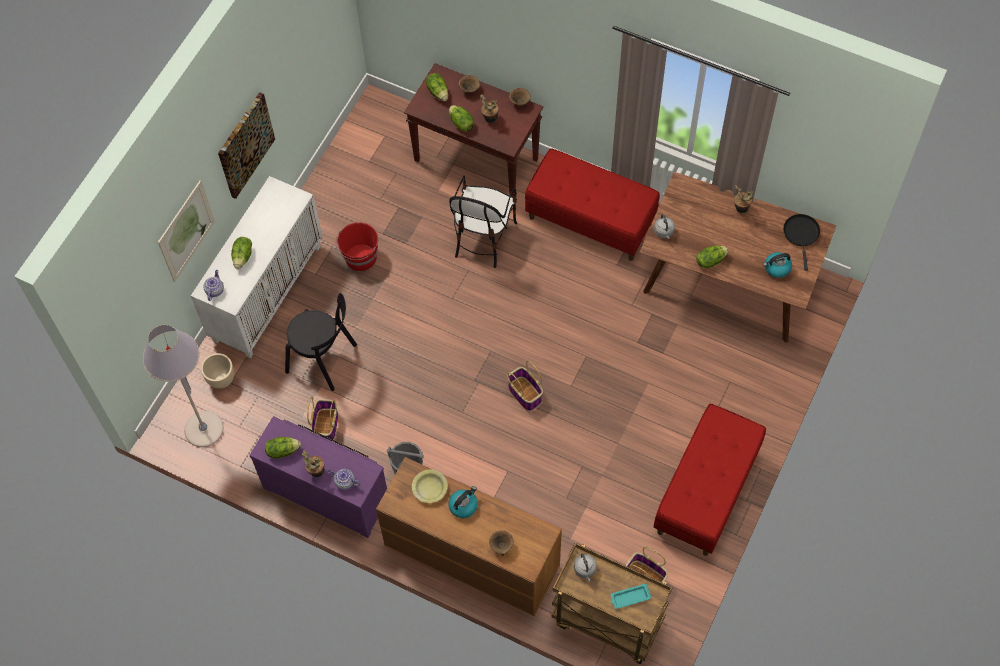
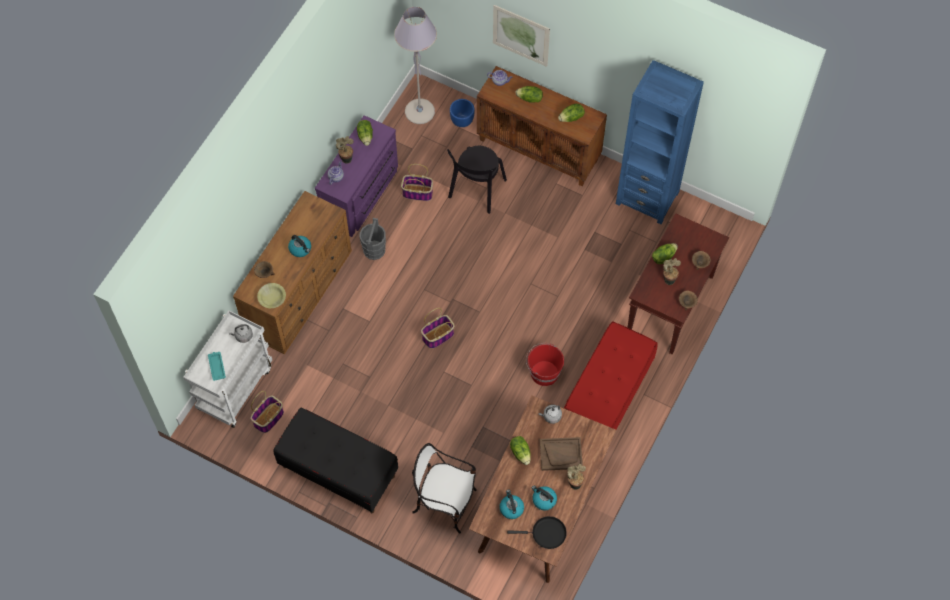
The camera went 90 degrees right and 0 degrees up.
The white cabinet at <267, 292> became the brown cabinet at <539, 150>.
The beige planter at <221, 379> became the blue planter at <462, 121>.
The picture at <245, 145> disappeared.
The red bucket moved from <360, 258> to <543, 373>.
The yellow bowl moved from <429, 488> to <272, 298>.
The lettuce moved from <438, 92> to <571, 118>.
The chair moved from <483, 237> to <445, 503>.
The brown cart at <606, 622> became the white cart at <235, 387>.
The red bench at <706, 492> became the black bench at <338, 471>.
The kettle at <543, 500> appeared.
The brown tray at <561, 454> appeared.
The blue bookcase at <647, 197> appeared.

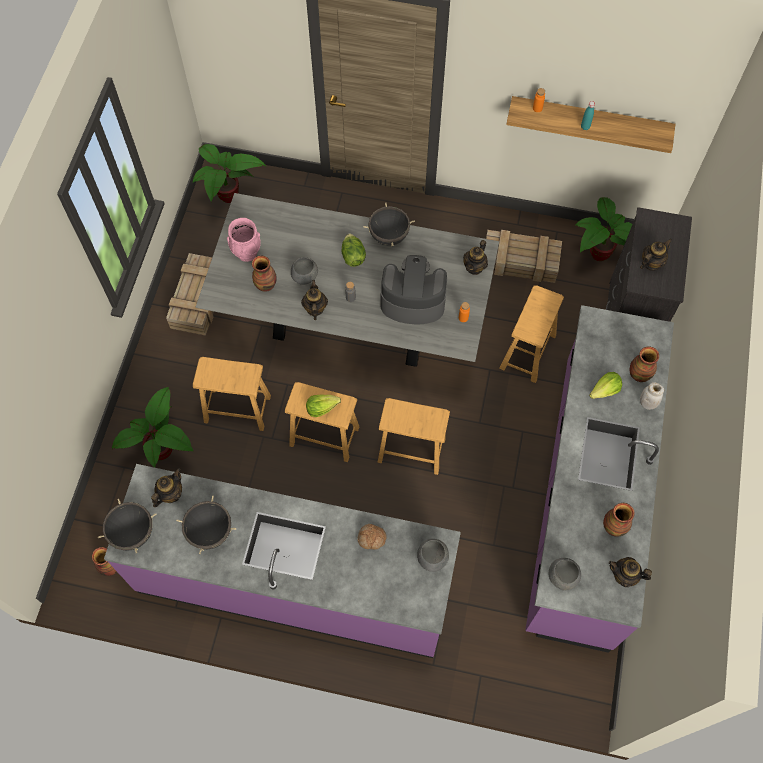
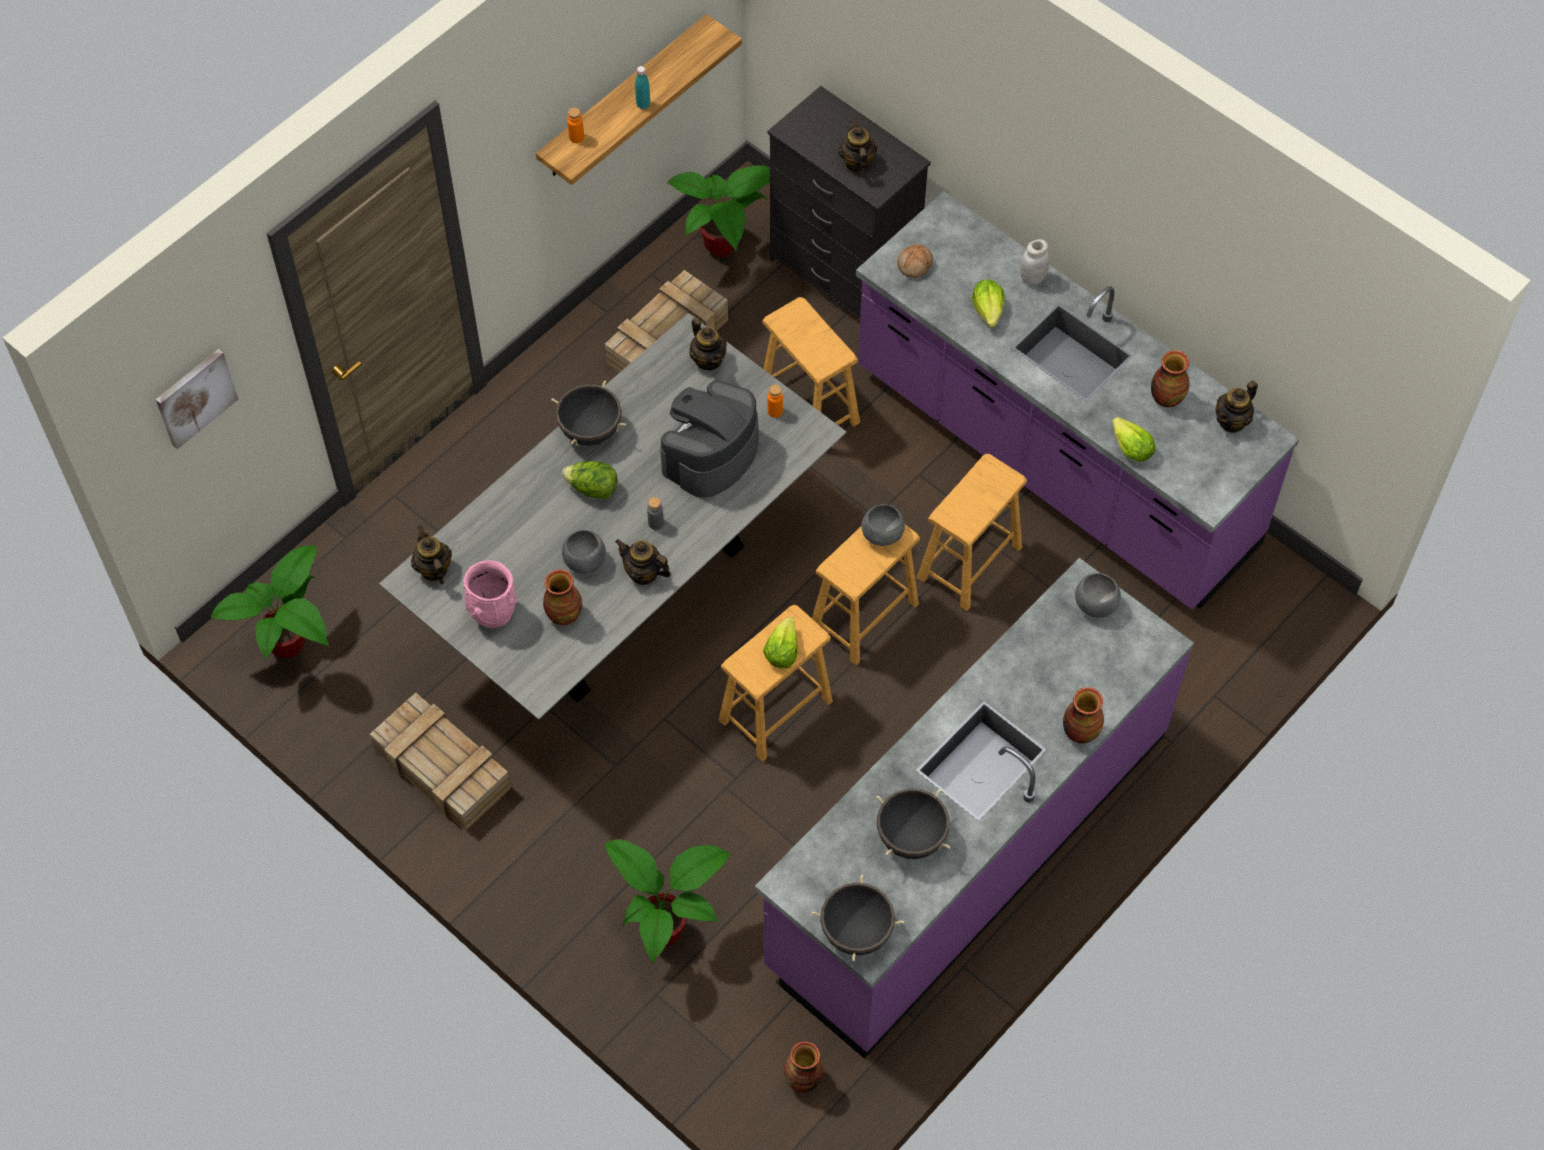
The camera went 60 degrees left and 5 degrees down.
The teapot moved from <170, 494> to <433, 569>.
The brown stool moved from <237, 409> to <970, 562>.
The bread moved from <371, 538> to <915, 265>.
The grey bowl moved from <562, 577> to <882, 535>.
The vase moved from <639, 374> to <1080, 731>.
The picture at <195, 397> appeared.
The lettuce at <1130, 448> appeared.

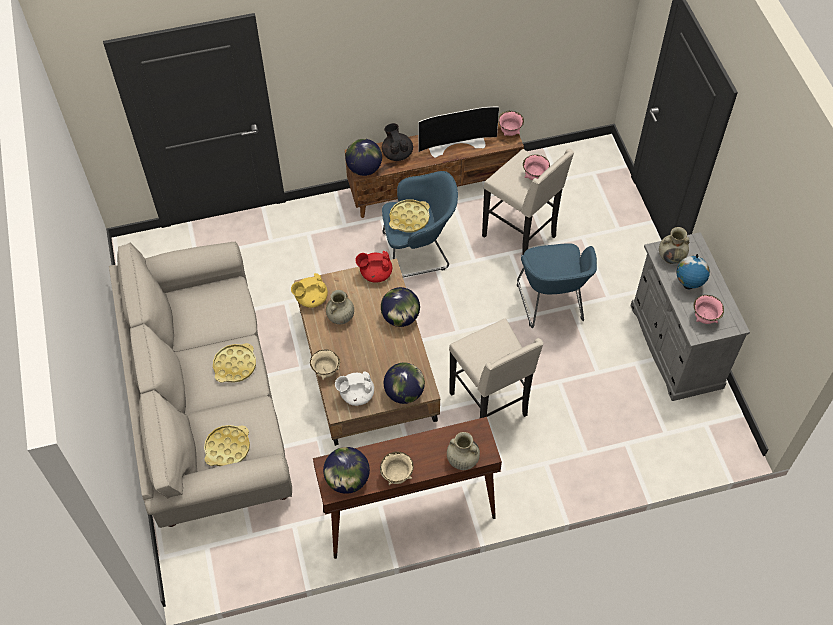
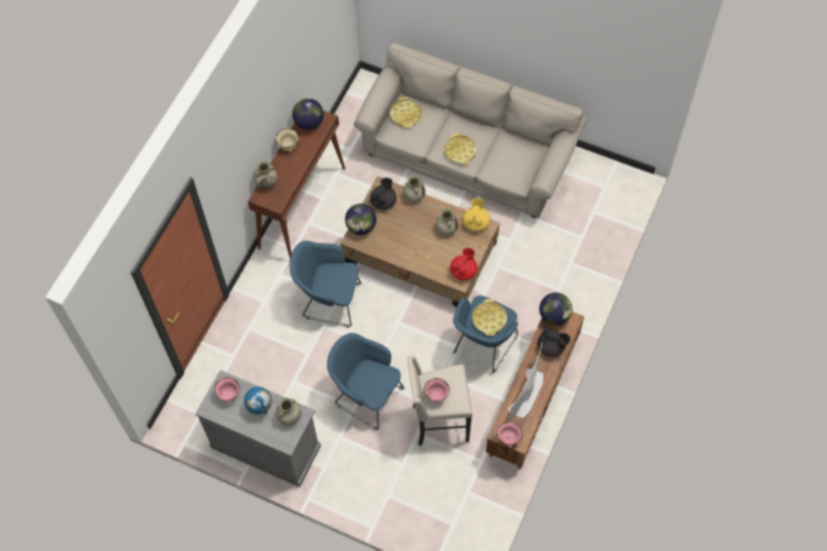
The camera went 130 degrees right and 5 degrees up.
The beige bowl at <326, 372> was replaced by the beige vase at <414, 196>.
The white teapot at <356, 394> became the black teapot at <383, 201>.
The globe at <400, 317> disappeared.
The beige stool at <490, 405> was replaced by the blue armchair at <329, 301>.

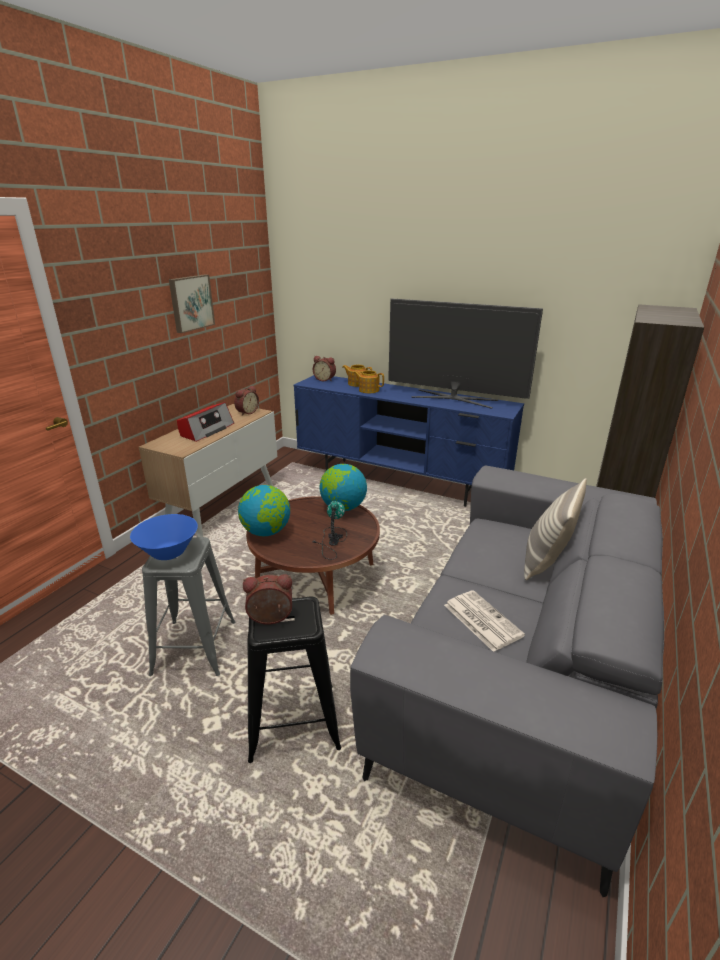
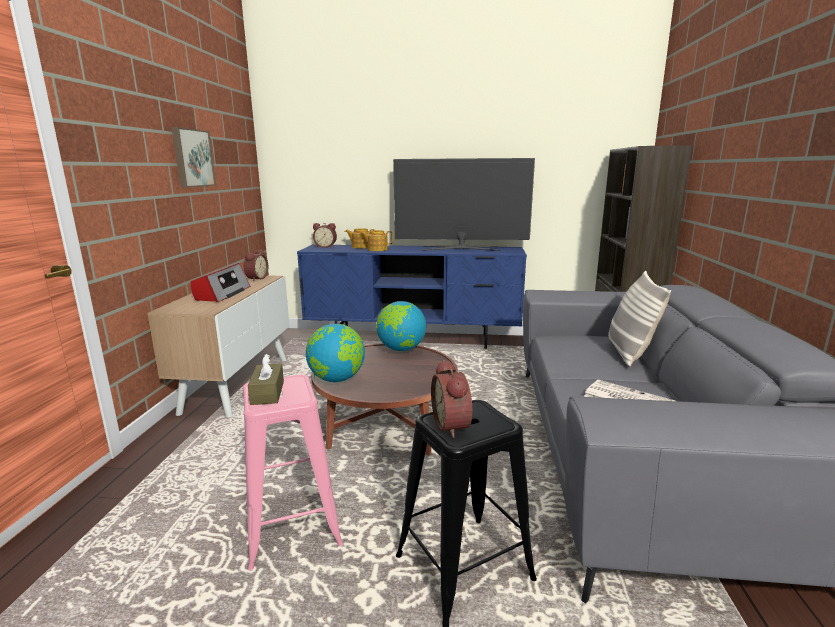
The camera went 20 degrees left and 10 degrees down.
The blue bowl at <168, 552> was replaced by the brown tissue box at <267, 393>.
The grey stool at <194, 648> became the pink stool at <292, 525>.
The alarm clock at <270, 619> turned 75 degrees counterclockwise.
The table lamp at <331, 541> disappeared.

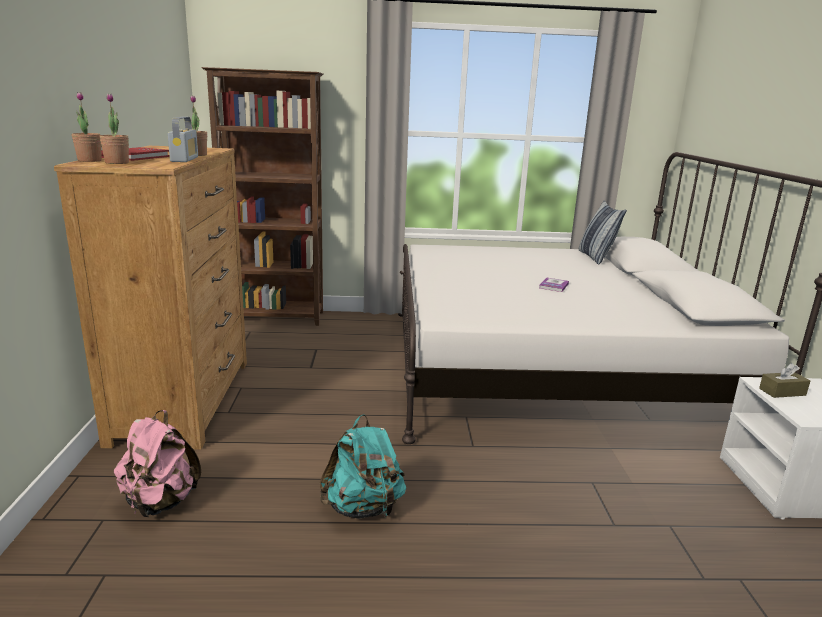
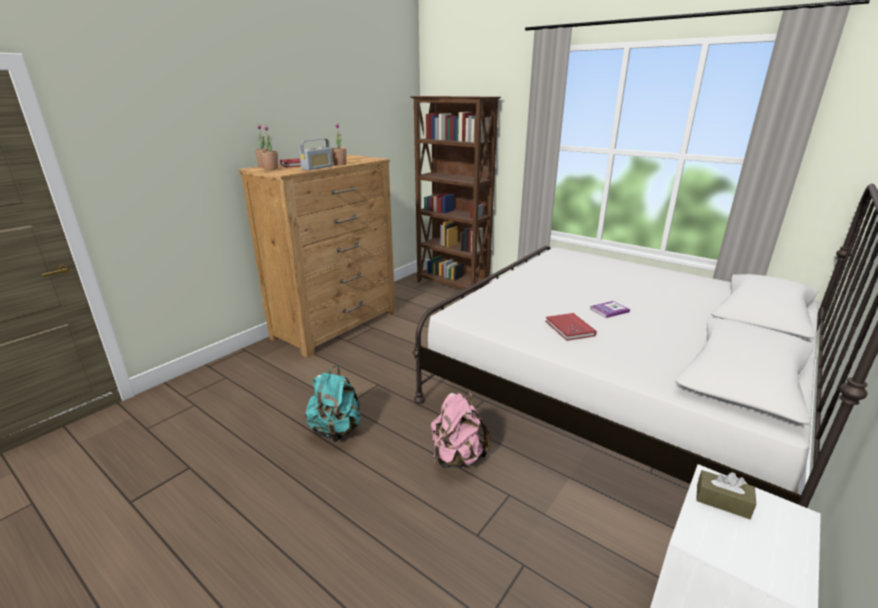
The camera went 40 degrees right and 5 degrees up.
The pink backpack moved from <160, 502> to <457, 457>.
The pillow at <596, 257> disappeared.
The red book at <569, 328> appeared.

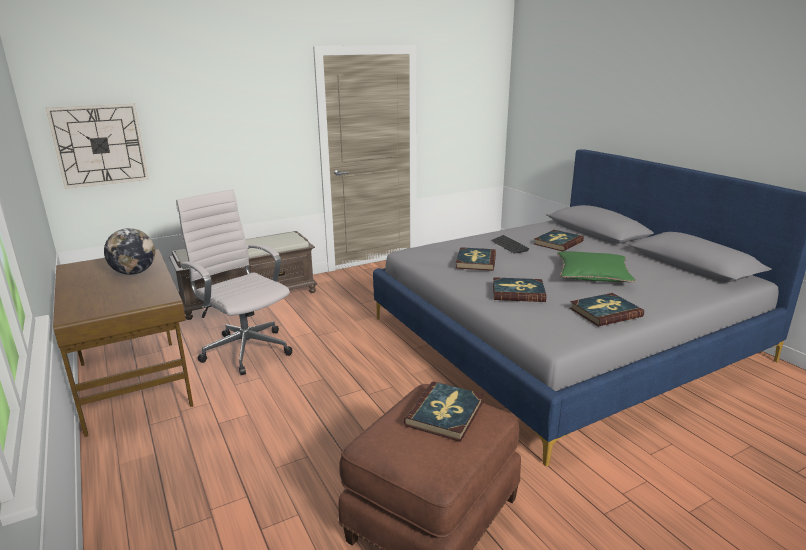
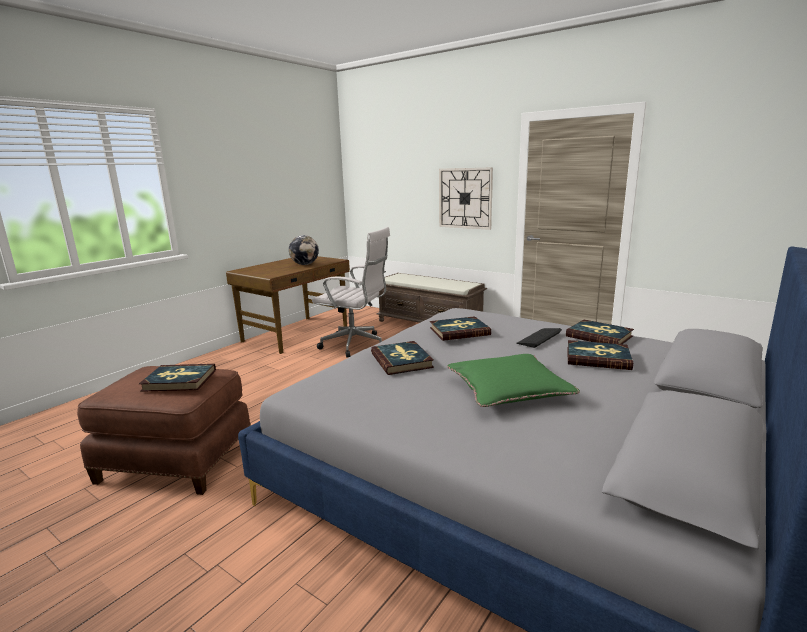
The camera went 65 degrees right and 5 degrees down.
The wall clock moved from <99, 145> to <465, 198>.
The white office chair at <245, 349> turned 90 degrees clockwise.
The book moved from <605, 312> to <599, 336>.

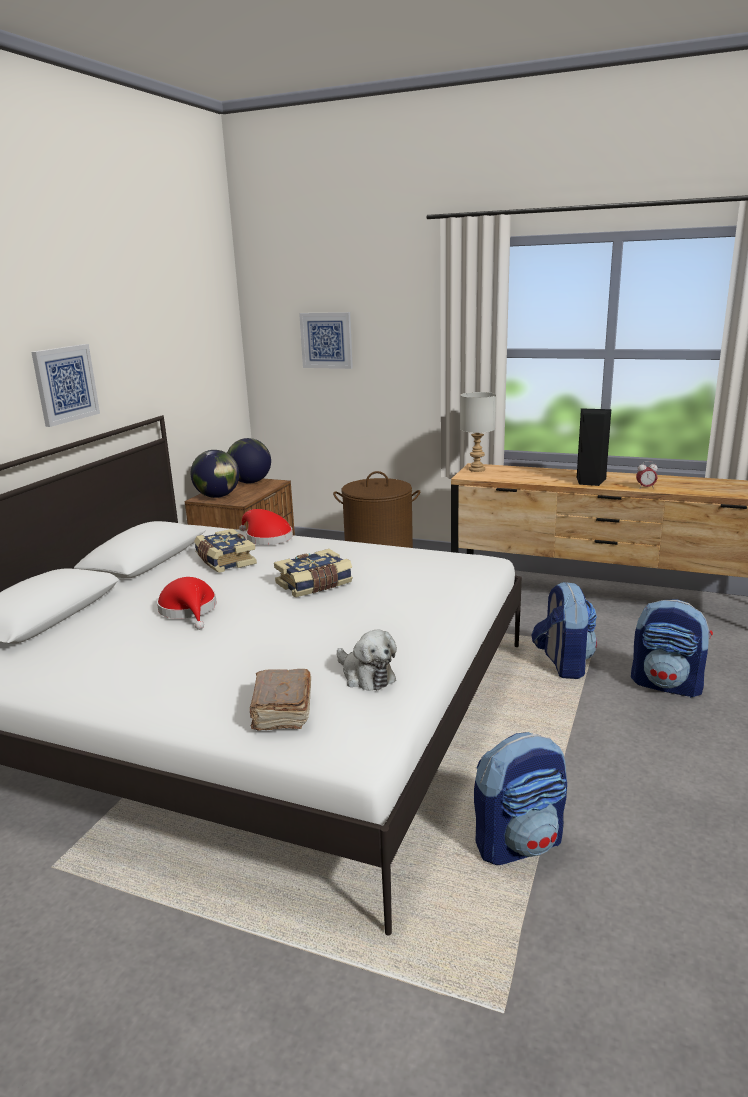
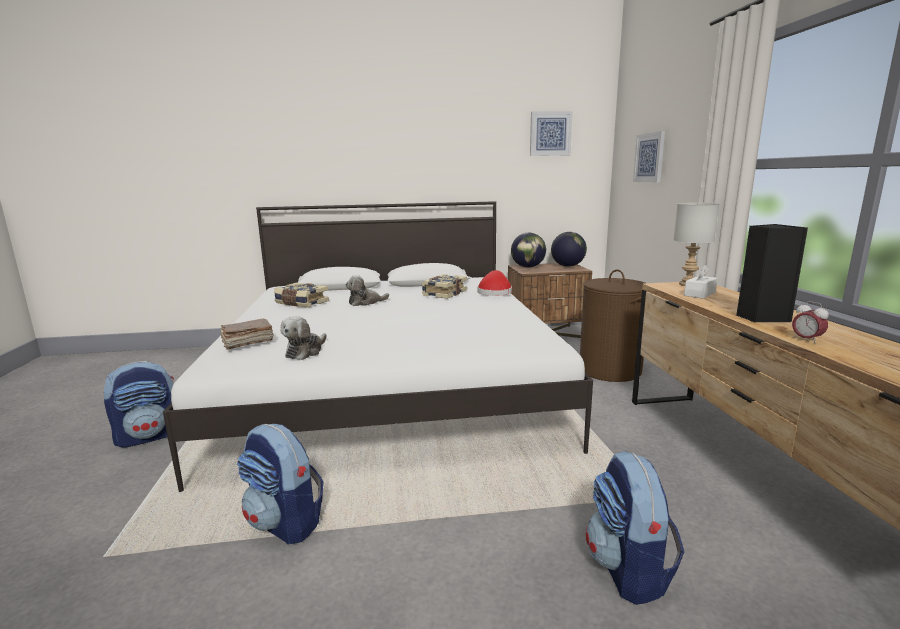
The camera went 60 degrees right and 5 degrees down.
The picture moved from <65, 384> to <550, 134>.
The red hat at <189, 610> was replaced by the plush toy at <365, 302>.
The book moved from <315, 584> to <301, 303>.
The backpack moved from <563, 664> to <150, 436>.
The white tissue box at <699, 294> appeared.

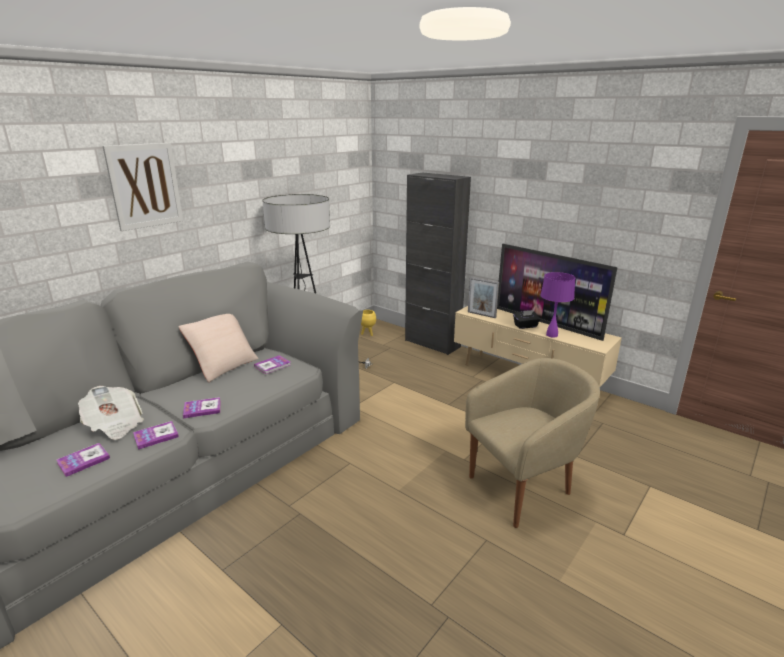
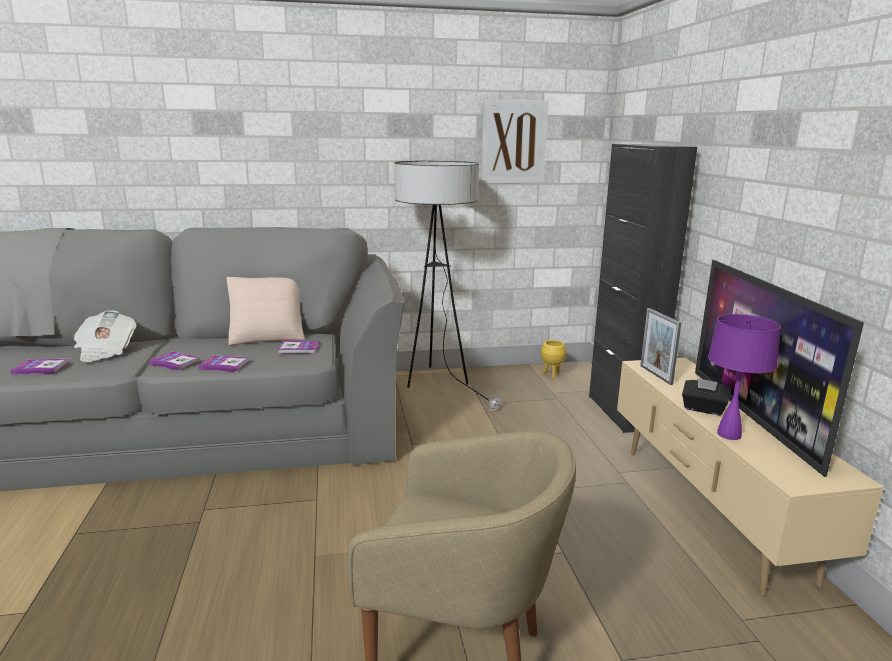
The camera went 40 degrees right and 5 degrees down.
The picture moved from <145, 186> to <513, 142>.
The book moved from <156, 436> to <224, 365>.

